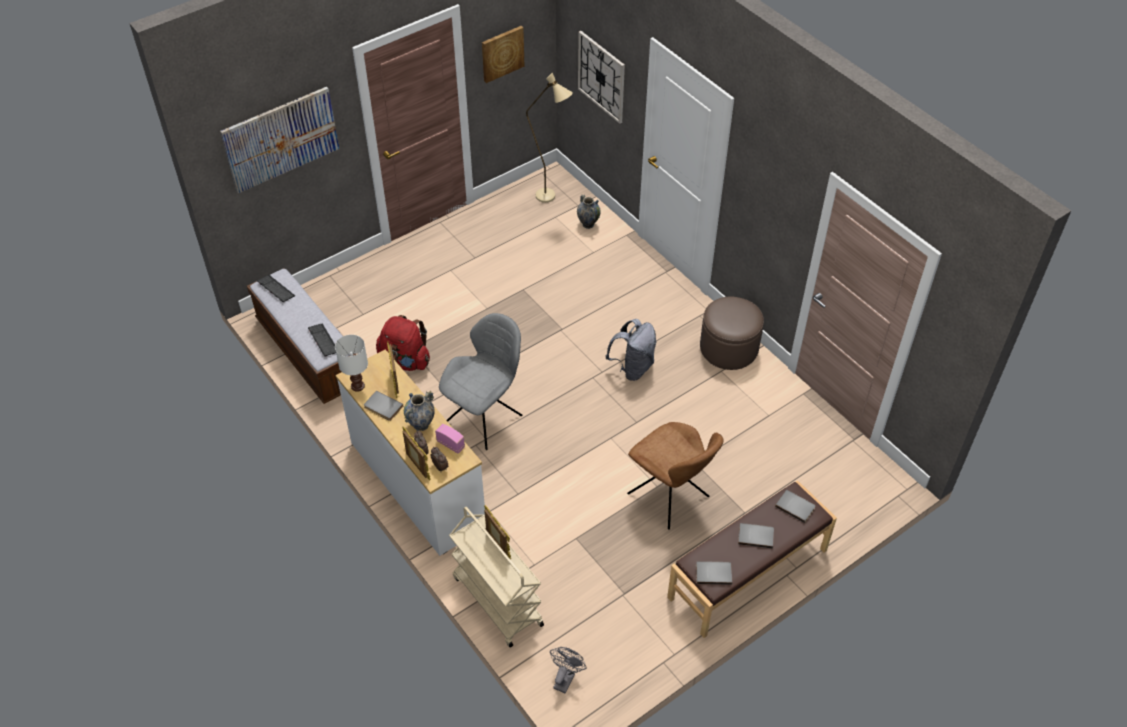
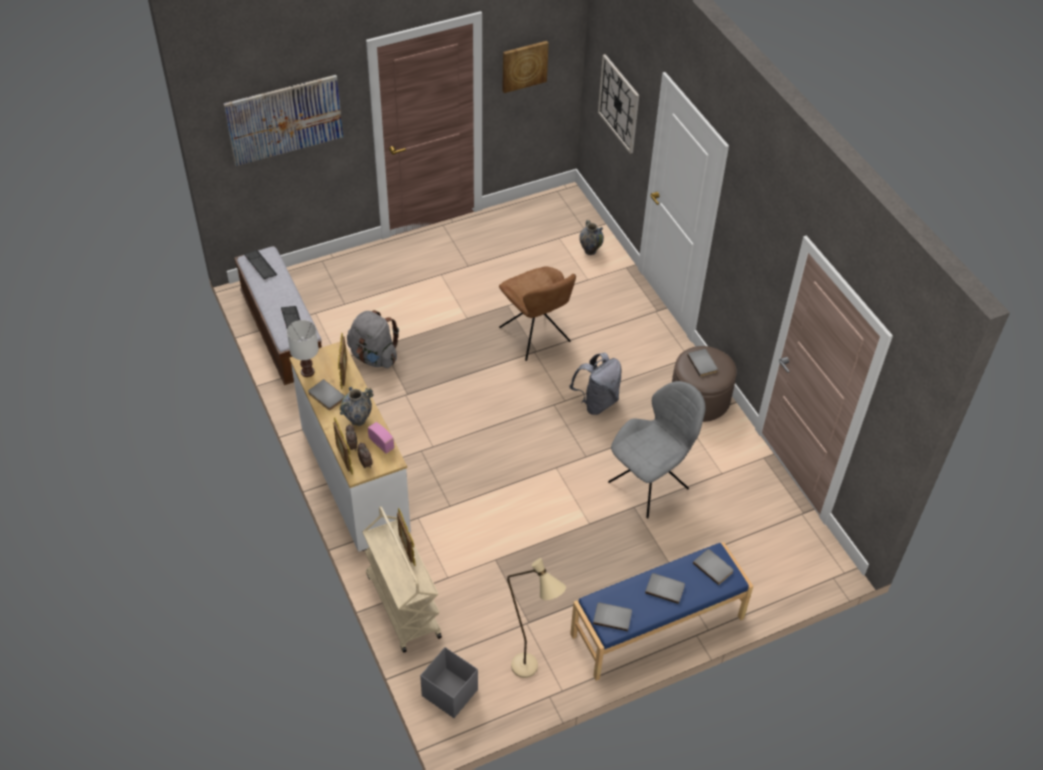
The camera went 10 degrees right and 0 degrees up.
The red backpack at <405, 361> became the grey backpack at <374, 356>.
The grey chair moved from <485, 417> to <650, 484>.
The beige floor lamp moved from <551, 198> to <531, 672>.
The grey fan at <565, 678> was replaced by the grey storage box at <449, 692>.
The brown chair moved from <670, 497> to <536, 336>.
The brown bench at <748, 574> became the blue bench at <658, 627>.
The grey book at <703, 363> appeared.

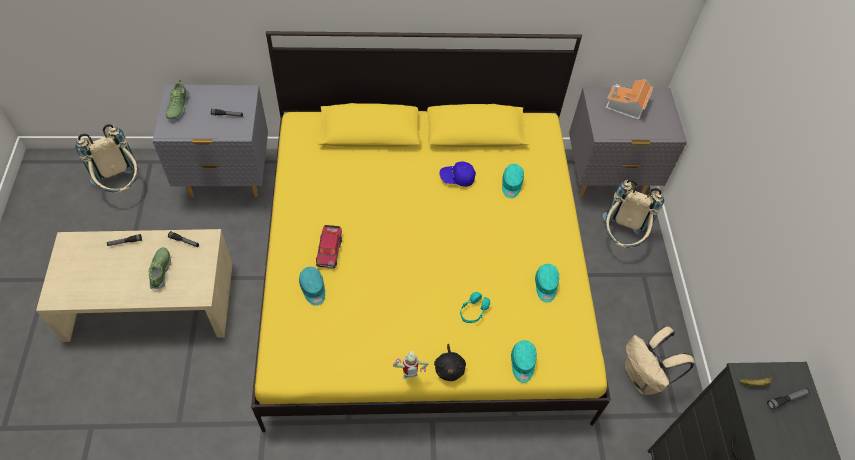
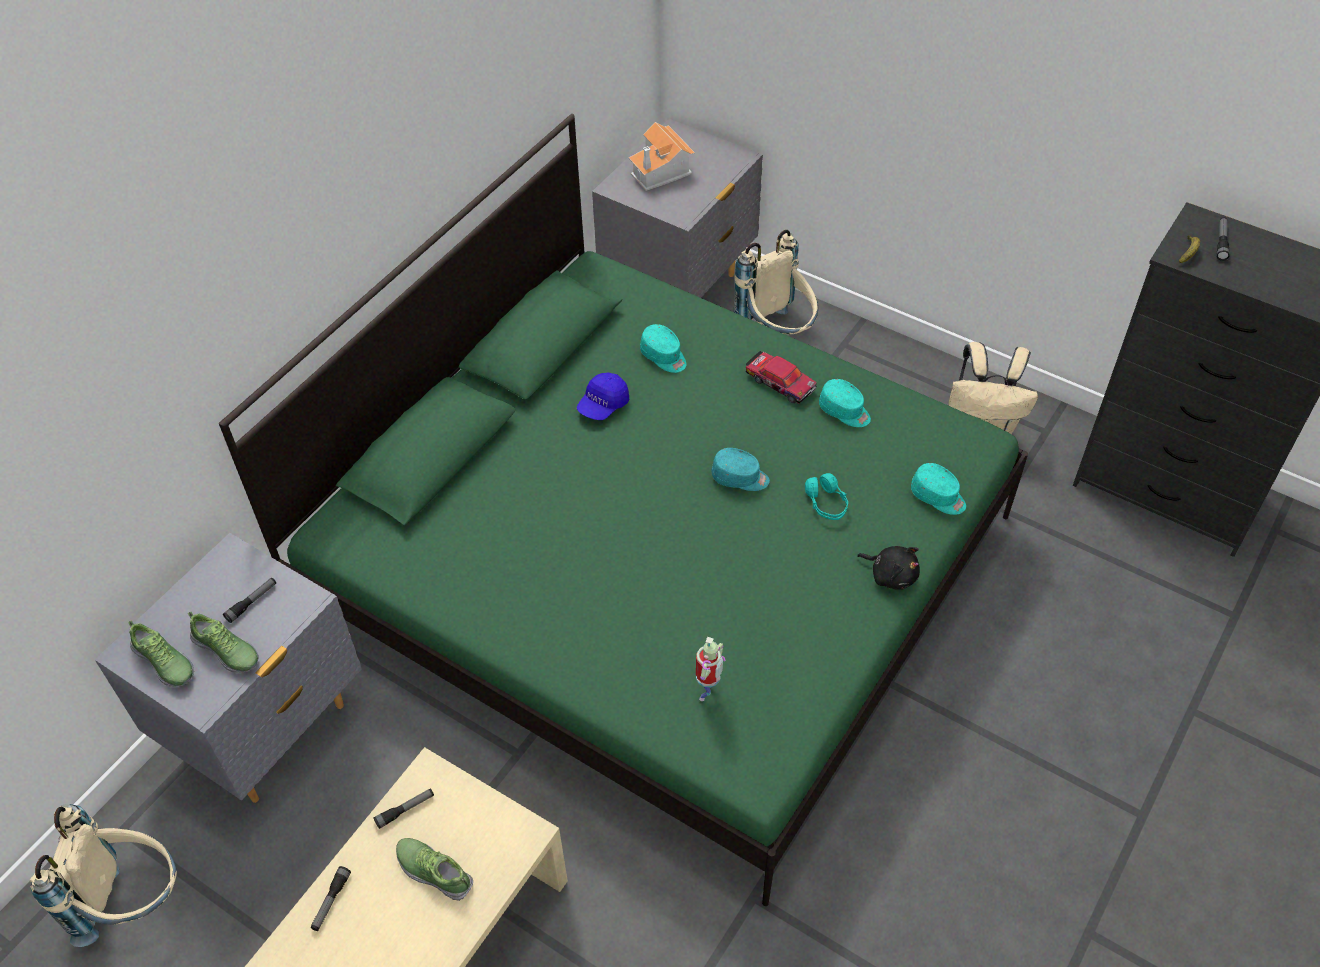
The camera went 50 degrees left and 5 degrees down.
The yellow bed at <424, 273> became the green bed at <661, 566>.
The turquoise cap moved from <313, 289> to <740, 478>.
The toy car moved from <329, 249> to <780, 382>.
The toy robot moved from <409, 378> to <708, 693>.
The shoe at <227, 651> appeared.

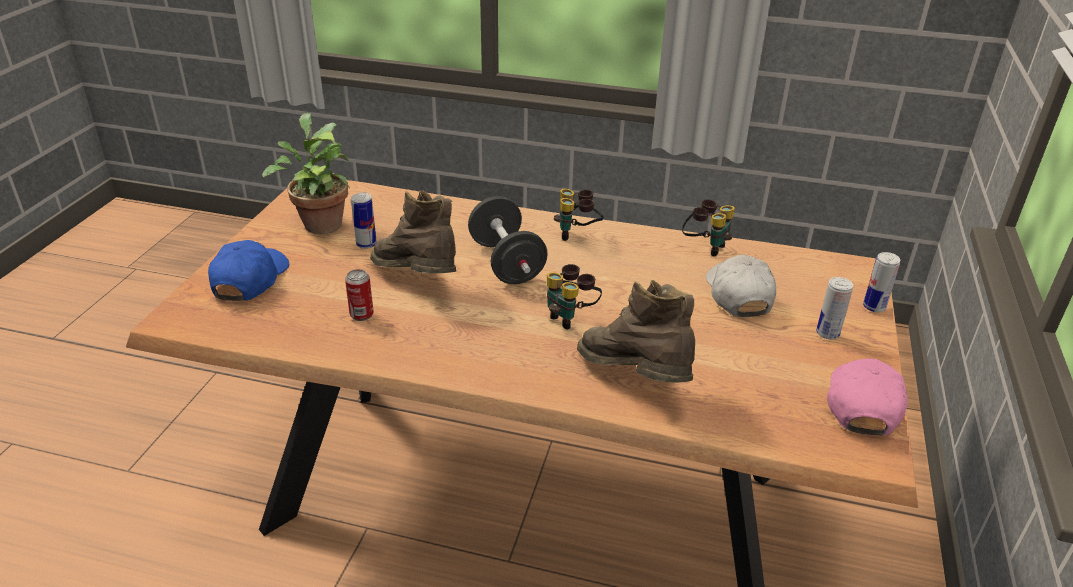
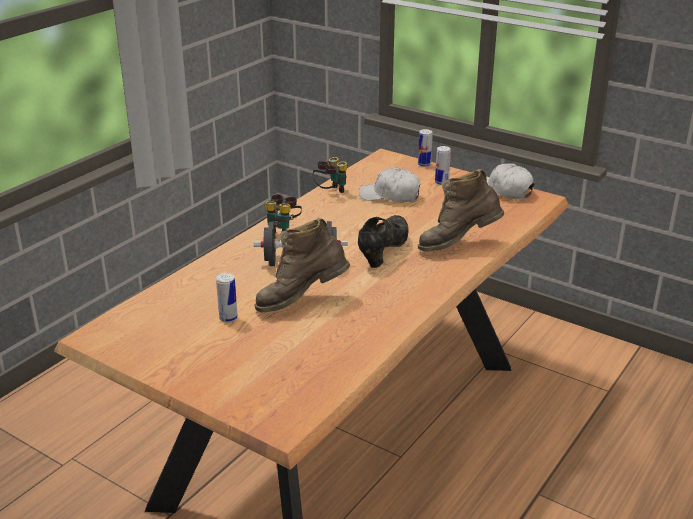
The camera went 70 degrees left and 5 degrees down.
The blue cap at <250, 280> disappeared.
The potted plant at <320, 222> disappeared.
The can at <361, 315> disappeared.
The binoculars at <571, 317> was replaced by the black shoe at <383, 252>.
The pink cap at <862, 403> became the white cap at <503, 191>.

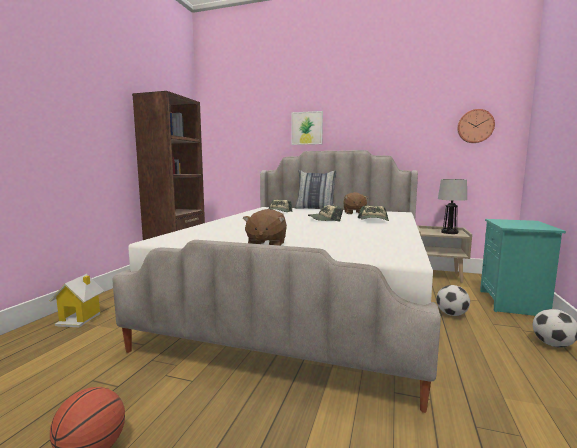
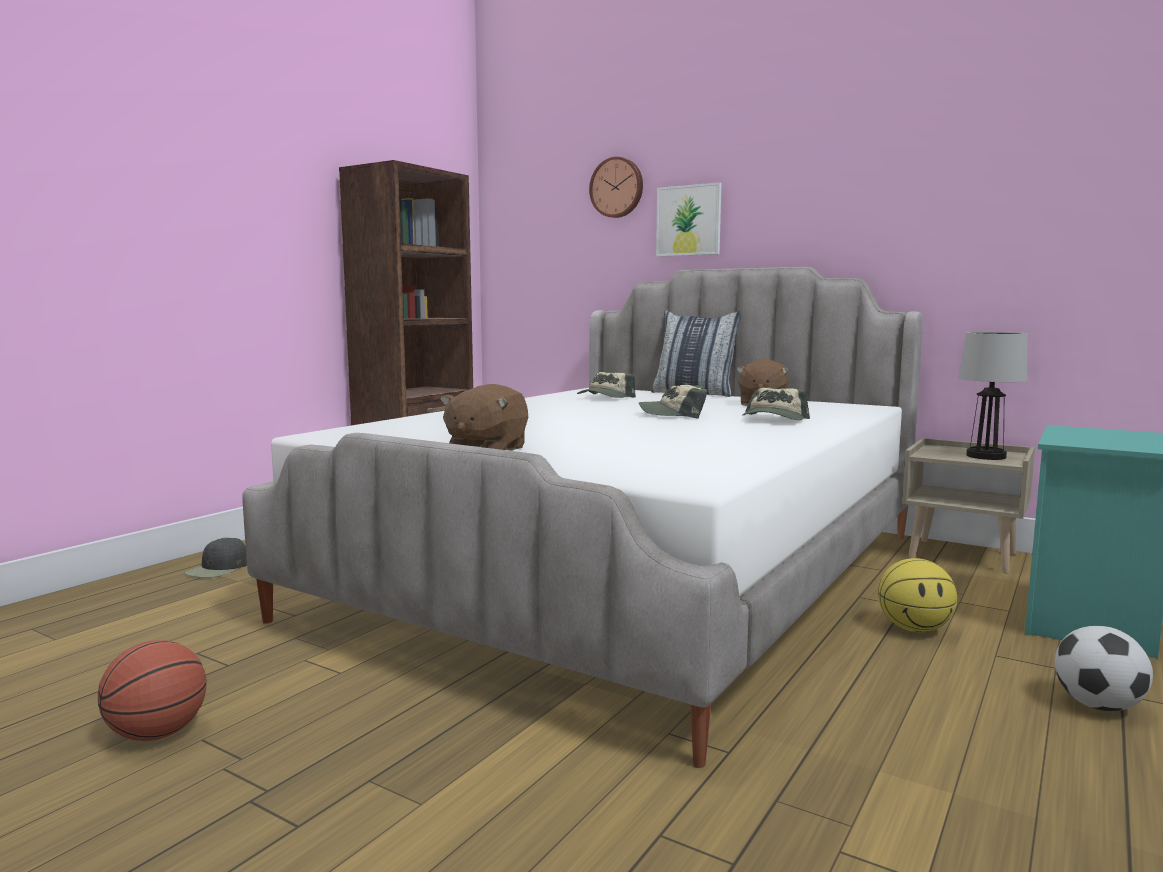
The camera went 15 degrees right and 0 degrees up.
The toy house at <80, 318> was replaced by the black cap at <218, 569>.
The football at <451, 314> was replaced by the basketball at <915, 629>.
The wall clock moved from <475, 126> to <617, 187>.

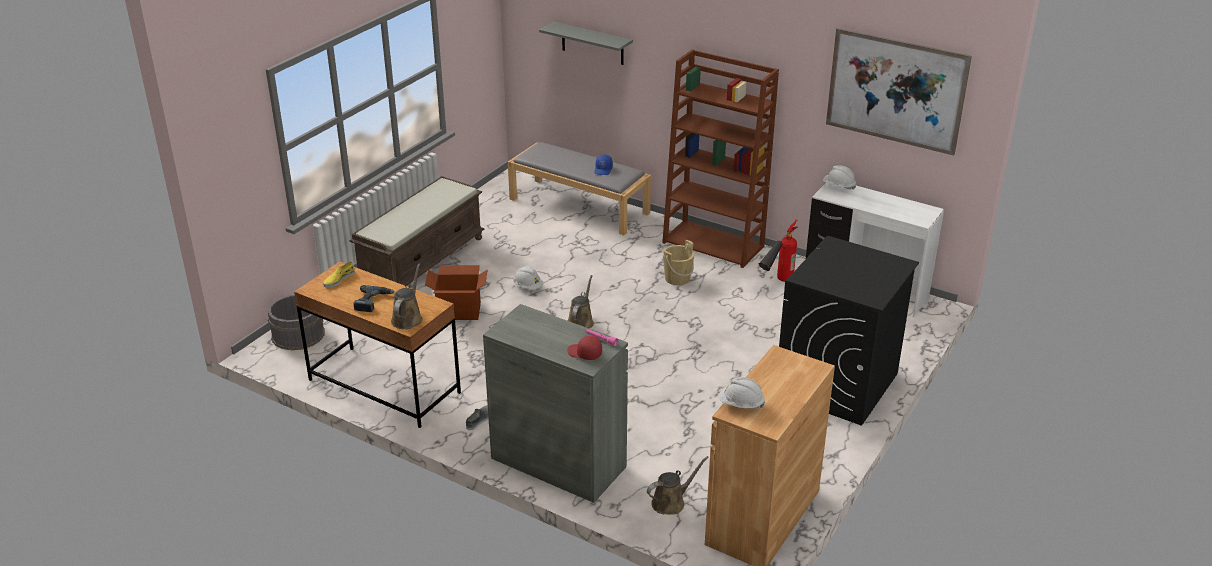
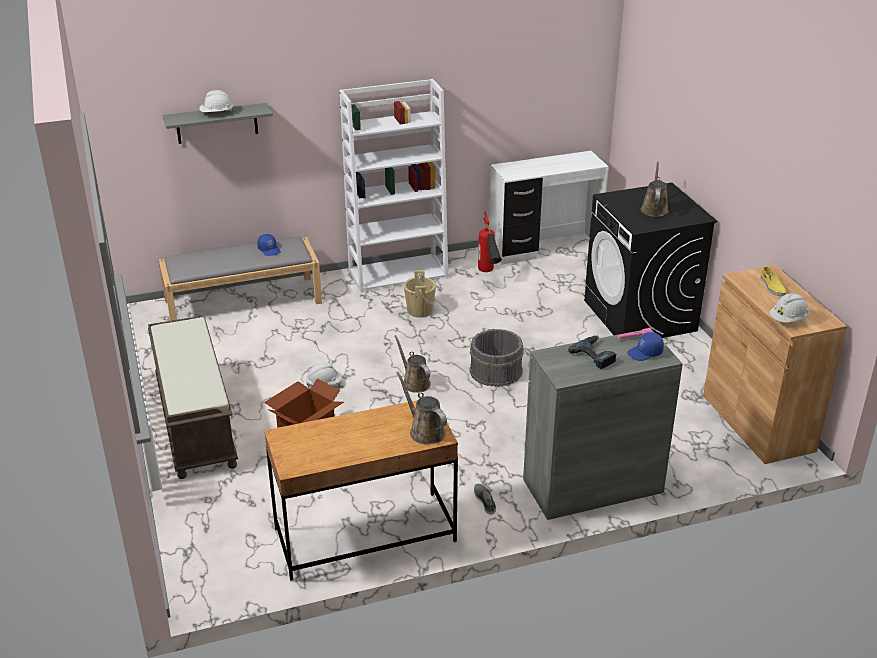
The camera went 50 degrees left and 0 degrees up.
The grey bucket moved from <298, 334> to <495, 370>.
The yellow shoe moved from <338, 279> to <772, 287>.
The power drill moved from <373, 301> to <595, 355>.
The red cap at <584, 353> became the blue cap at <645, 353>.
The brown watering can moved from <671, 502> to <654, 209>.
The brown bookcase at <714, 244> became the white bookcase at <398, 273>.
The white hard hat moved from <838, 186> to <217, 113>.
The picture at <895, 91> disappeared.

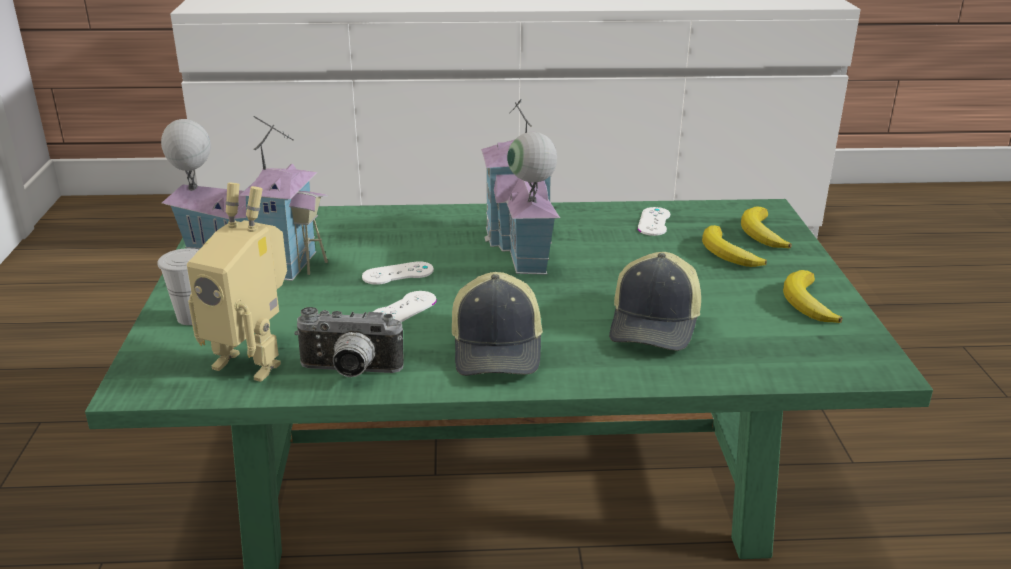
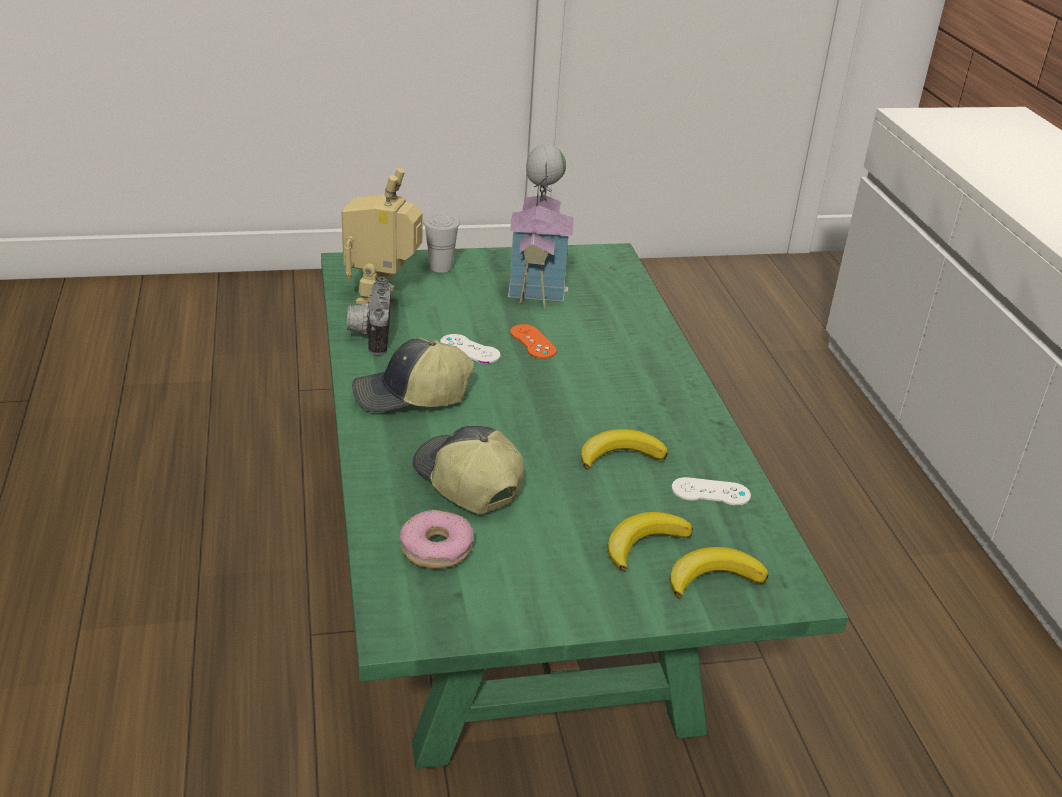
The camera went 80 degrees right and 5 degrees up.
The white game controller at <398, 273> became the orange game controller at <533, 342>.
The toy house at <520, 247> disappeared.
The cap at <656, 324> turned 45 degrees clockwise.
The banana moved from <807, 303> to <620, 455>.
The donut at <436, 548> appeared.

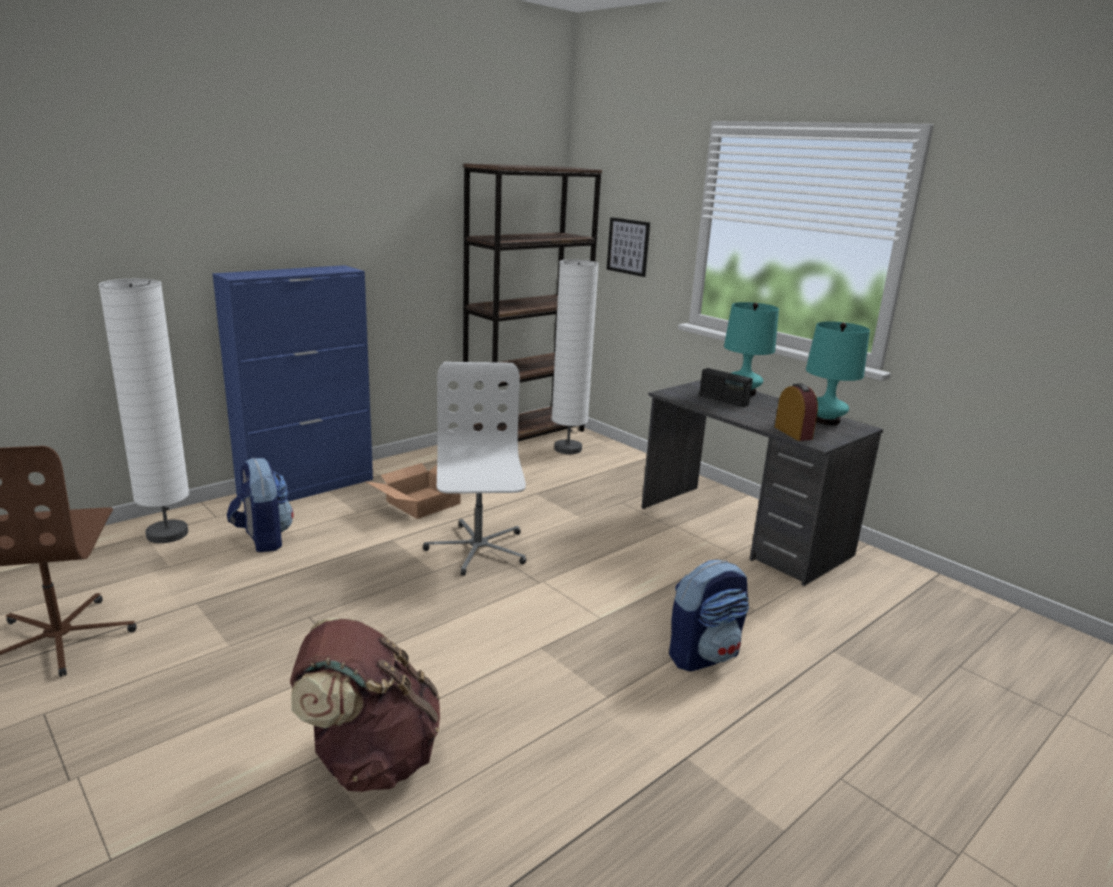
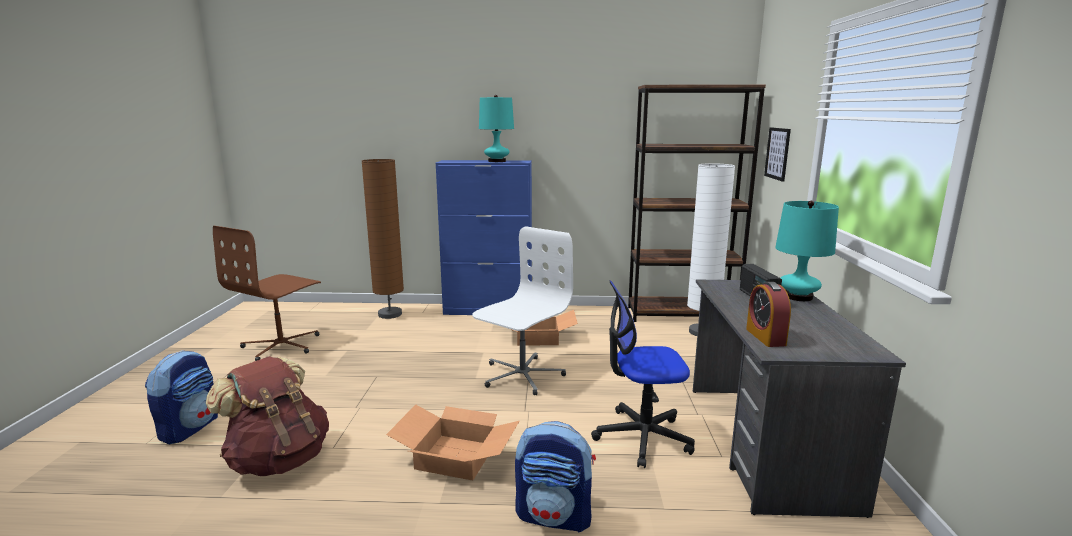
The camera went 45 degrees right and 5 degrees down.
The white floor lamp at <167, 534> became the brown floor lamp at <390, 314>.
The backpack moved from <263, 539> to <189, 428>.
The alarm clock at <793, 433> turned 150 degrees clockwise.
The turquoise table lamp moved from <825, 420> to <497, 161>.
The cardboard box at <457, 456> appeared.
The office chair at <642, 437> appeared.

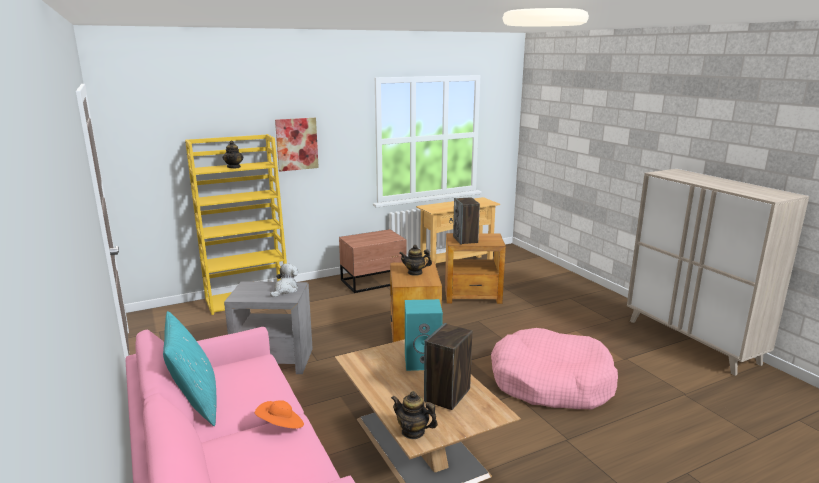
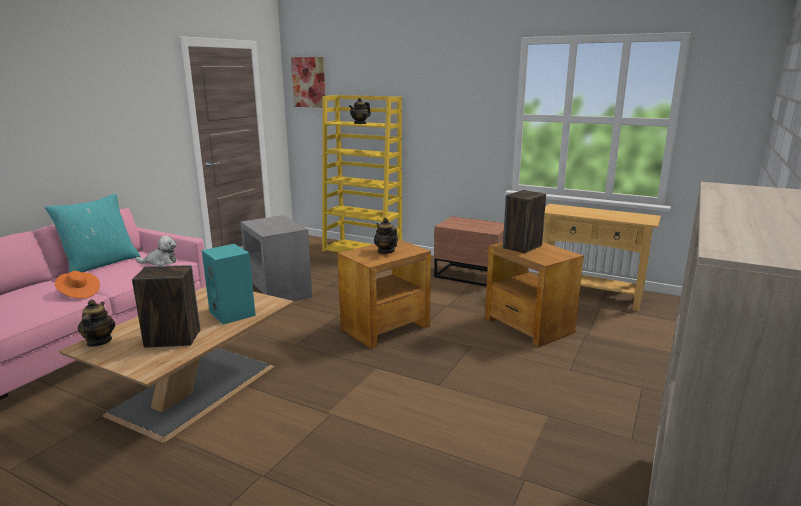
The camera went 55 degrees right and 0 degrees up.
The plush toy moved from <285, 290> to <160, 262>.
The picture moved from <296, 144> to <309, 82>.
The pink dog bed at <550, 382> disappeared.

